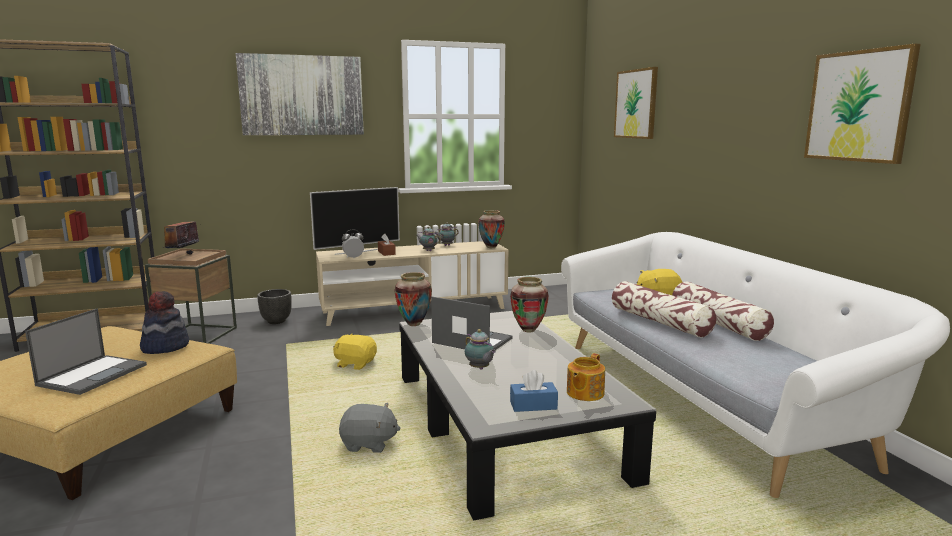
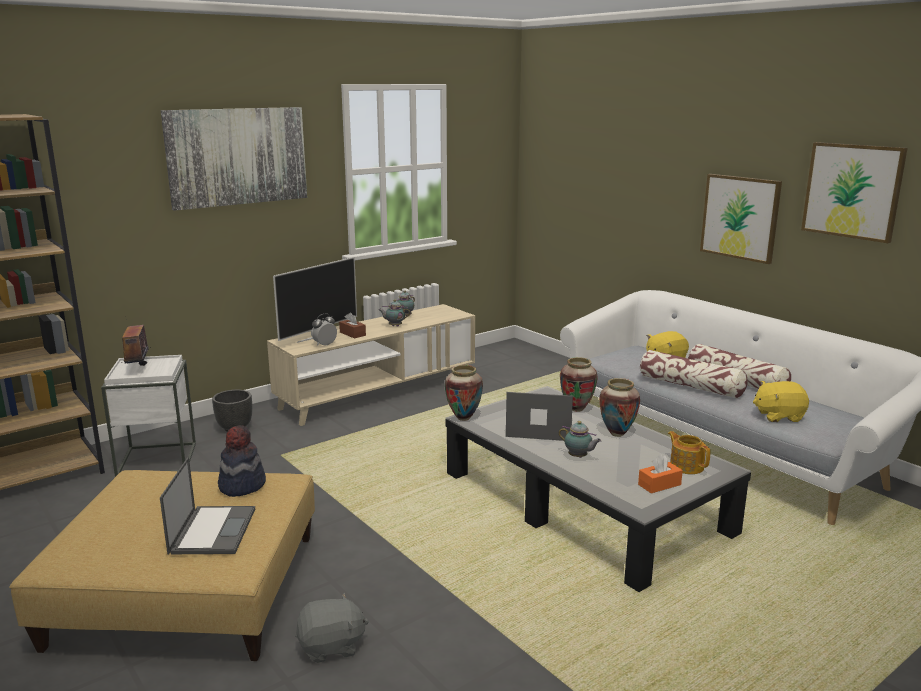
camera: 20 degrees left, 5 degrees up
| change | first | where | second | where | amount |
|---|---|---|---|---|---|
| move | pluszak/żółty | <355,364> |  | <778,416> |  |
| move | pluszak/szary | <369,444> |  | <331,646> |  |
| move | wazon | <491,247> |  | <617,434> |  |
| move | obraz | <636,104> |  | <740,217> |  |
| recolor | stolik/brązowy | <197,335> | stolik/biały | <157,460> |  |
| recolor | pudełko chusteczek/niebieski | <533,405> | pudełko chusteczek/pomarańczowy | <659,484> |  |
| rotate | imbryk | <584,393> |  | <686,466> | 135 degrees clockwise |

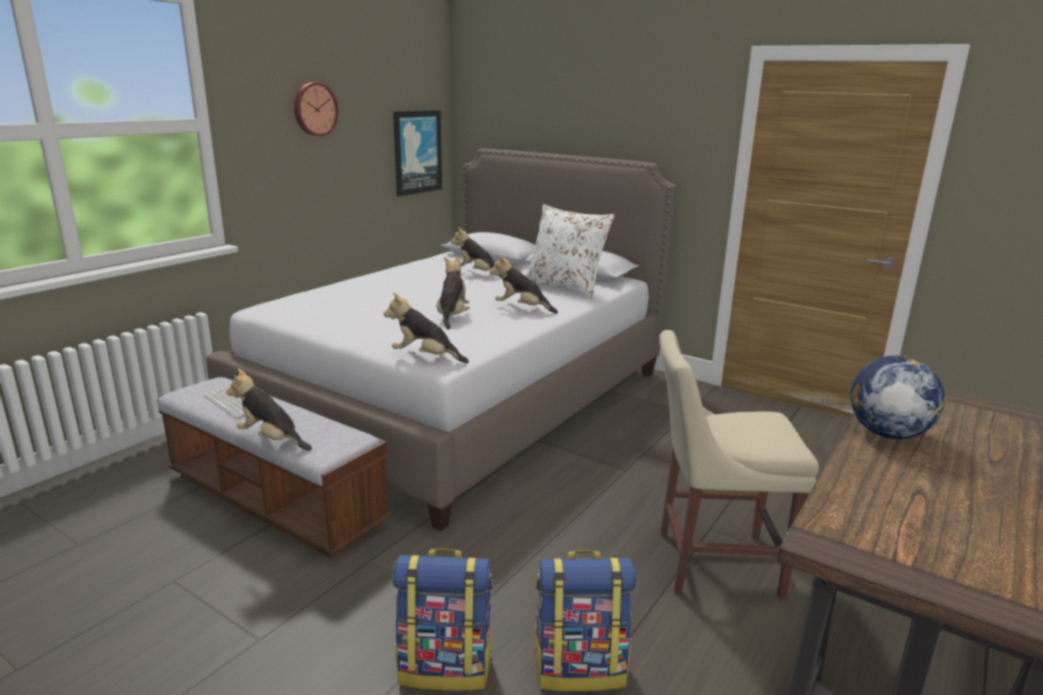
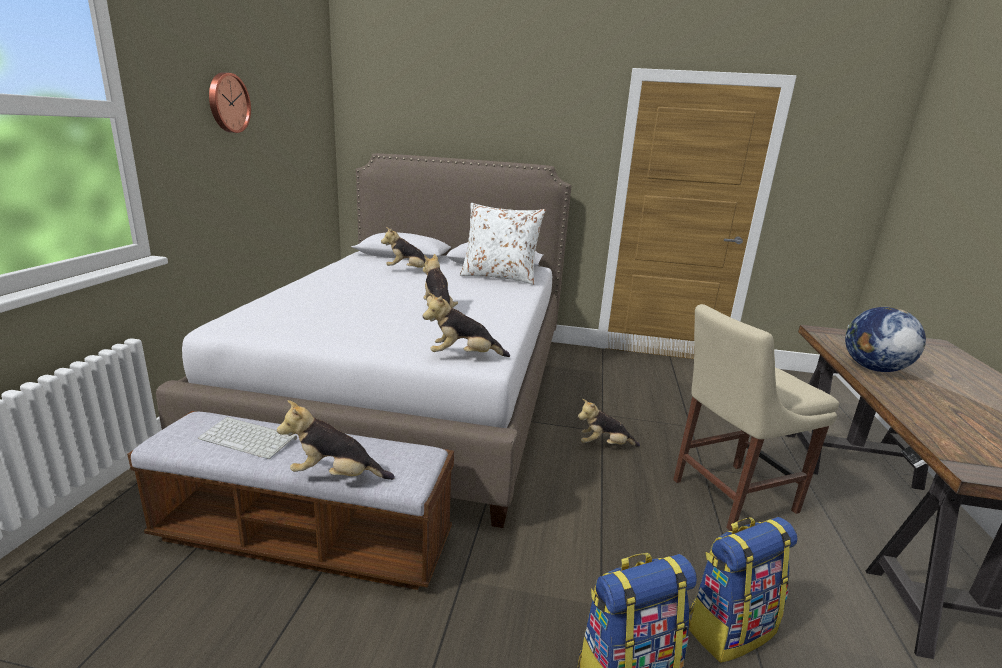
camera: 25 degrees left, 0 degrees up
| change | first | where | second | where | amount |
|---|---|---|---|---|---|
| delete | obraz | <417,152> |  |  |  |
| move | pluszak | <522,308> |  | <604,445> |  |

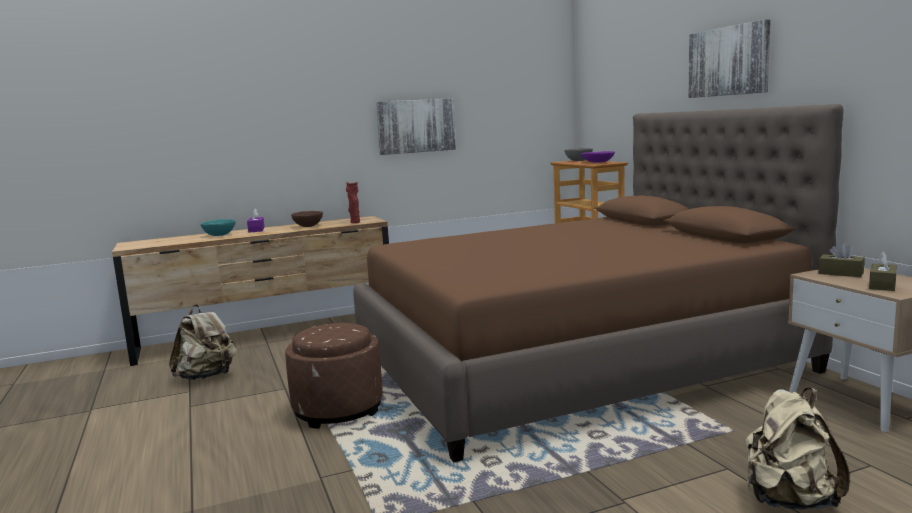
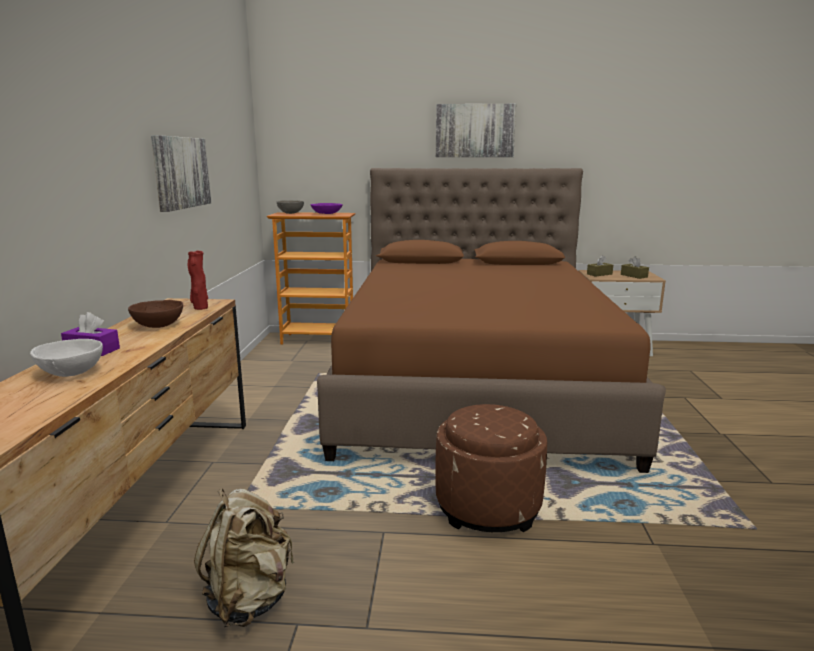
camera: 65 degrees left, 5 degrees up
| change | first | where | second | where | amount |
|---|---|---|---|---|---|
| delete | plecak/beżowy | <788,500> |  |  |  |
| recolor | miska/turkusowy | <219,235> | miska/biały | <71,373> |  |

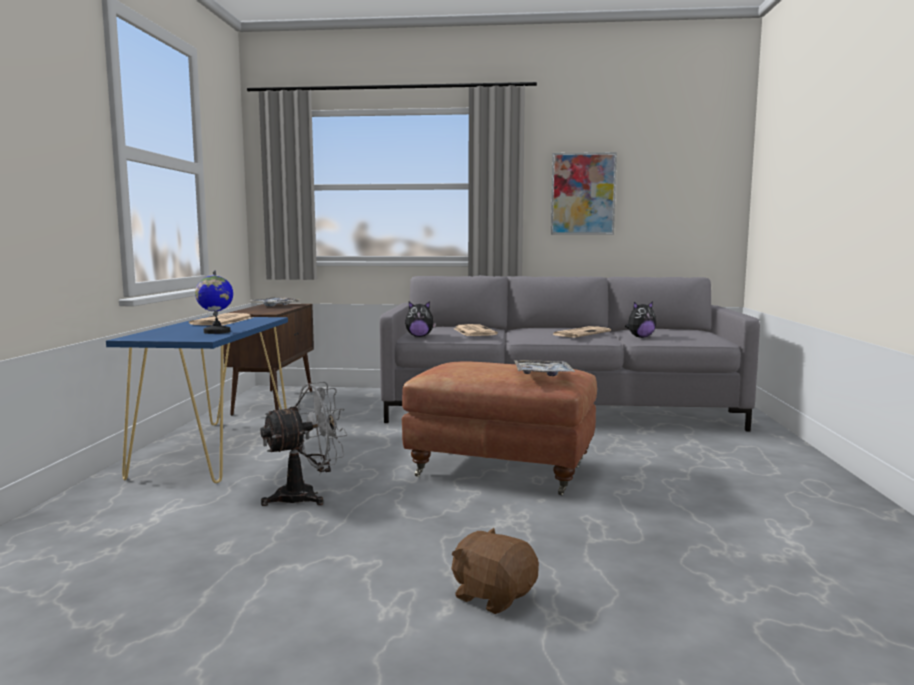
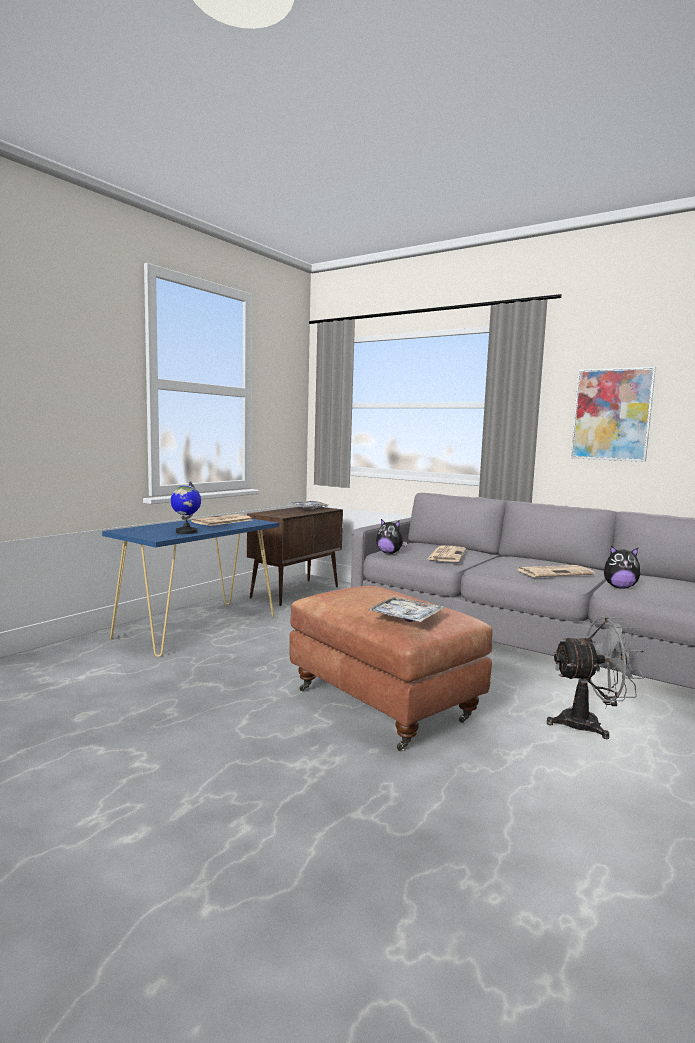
camera: 30 degrees right, 0 degrees up
| change | first | where | second | where | amount |
|---|---|---|---|---|---|
| delete | pluszak/brązowy | <493,595> |  |  |  |
| move | wentylator/szary | <306,496> |  | <589,724> |  |

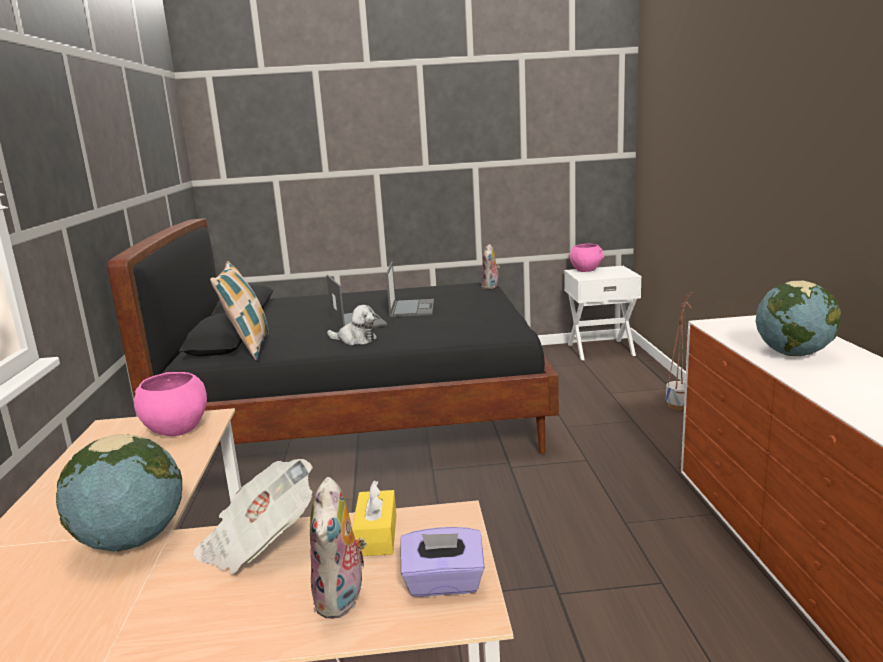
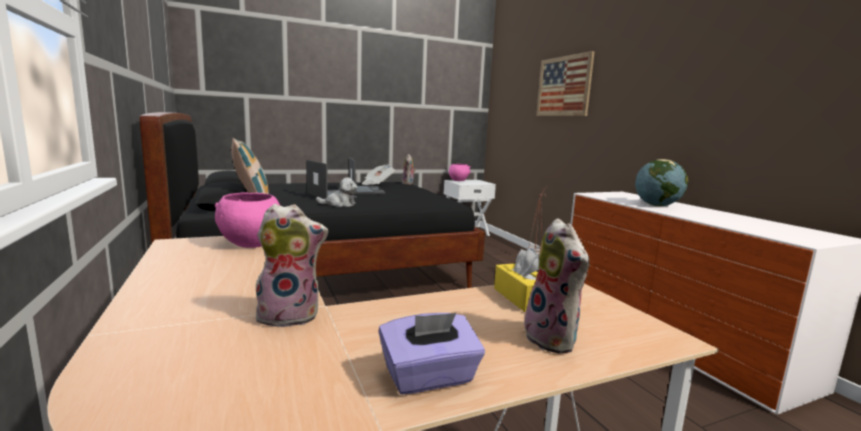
camera: 20 degrees left, 5 degrees down
| change | first | where | second | where | amount |
|---|---|---|---|---|---|
| insert |  |  | obraz | <563,86> |  |
| move | gazeta | <258,542> |  | <377,183> |  |
| move | pudełko chusteczek/fioletowy | <443,584> |  | <429,377> |  |
| replace | globus | <131,540> | pluszak | <290,315> |  |

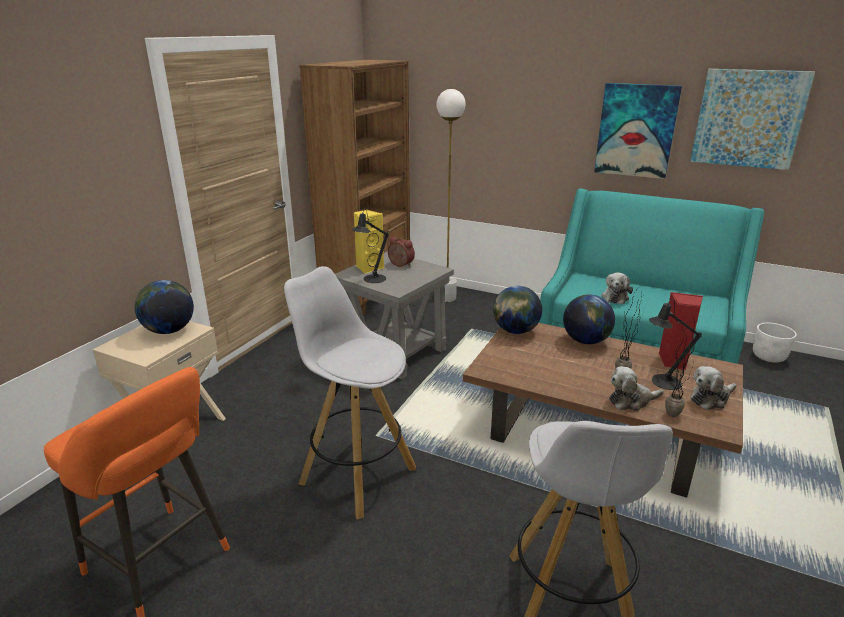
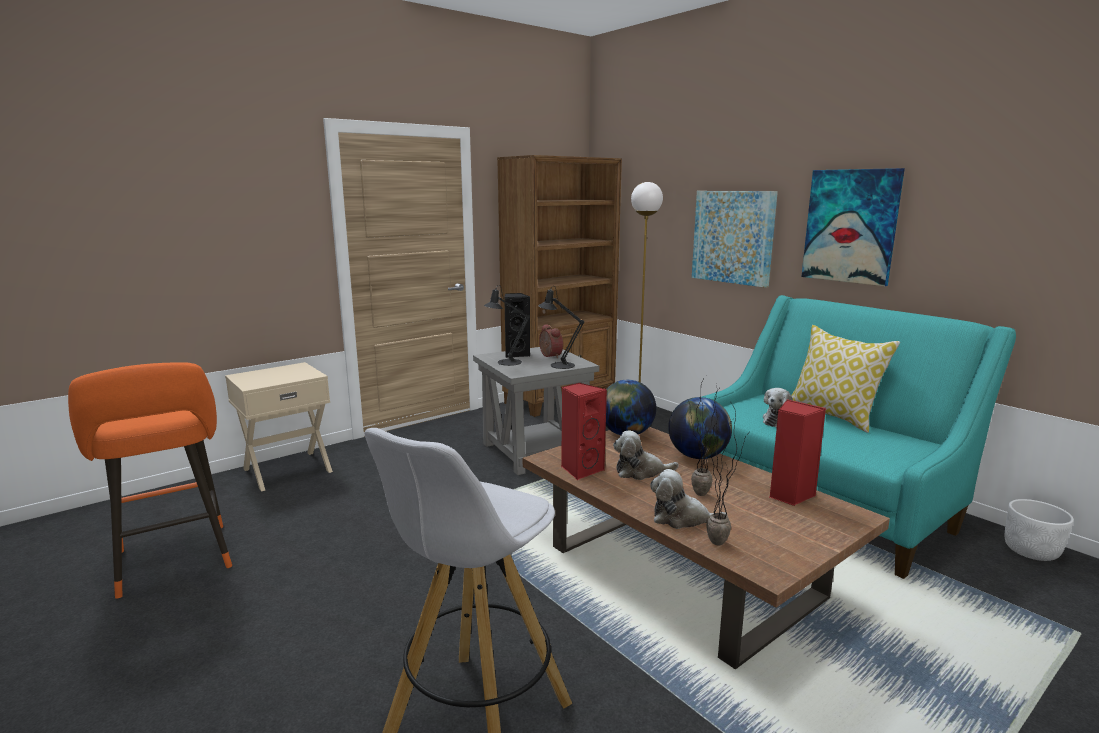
camera: 25 degrees right, 10 degrees down
| change | first | where | second | where | amount |
|---|---|---|---|---|---|
| delete | globus | <169,330> |  |  |  |
| delete | stołek/biały | <356,475> |  |  |  |
| insert |  |  | głośnik/czerwony | <581,469> |  |
| insert |  |  | poduszka | <833,416> |  |
| move | lampa stołowa/czarny | <662,382> |  | <559,365> |  |
| move | obraz | <748,118> |  | <733,237> |  |
| move | pluszak | <710,399> |  | <640,472> |  |
| recolor | głośnik/żółty | <369,268> | głośnik/czarny | <516,354> |  |

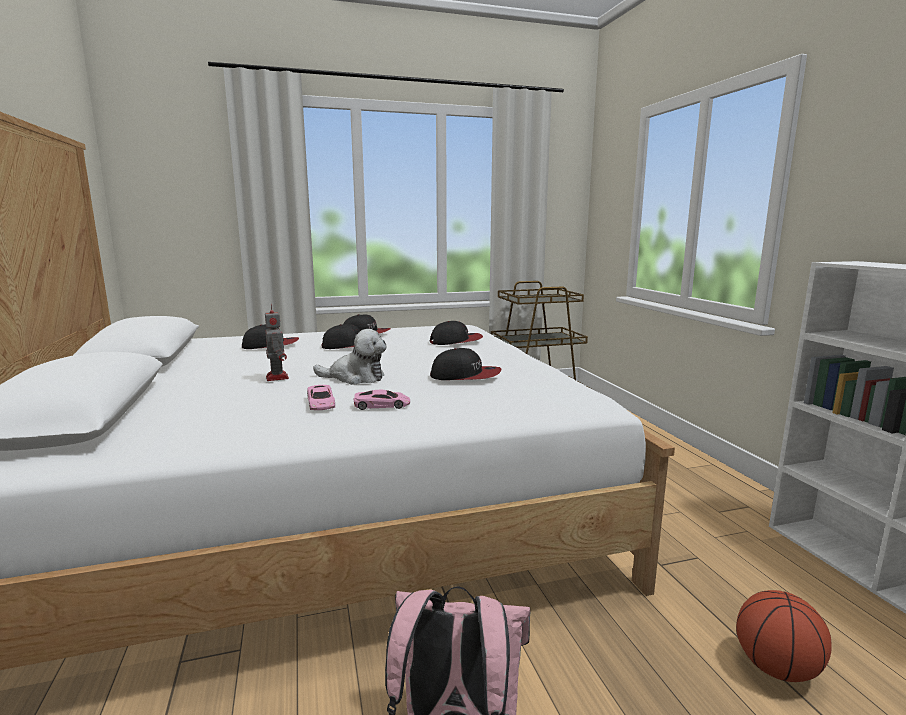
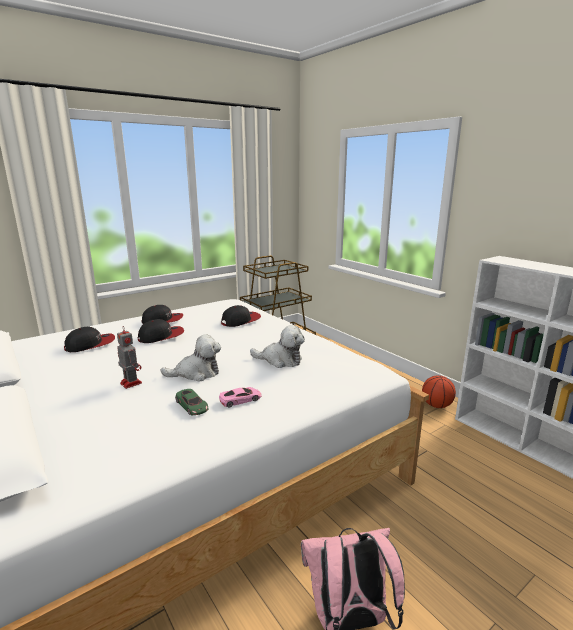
camera: 20 degrees left, 5 degrees up
| change | first | where | second | where | amount |
|---|---|---|---|---|---|
| move | piłka do koszykówki | <775,668> |  | <436,405> |  |
| replace | czapka z daszkiem | <466,376> | pluszak | <280,360> |  |
| recolor | samochodzik/różowy | <321,403> | samochodzik/zielony | <192,405> |  |

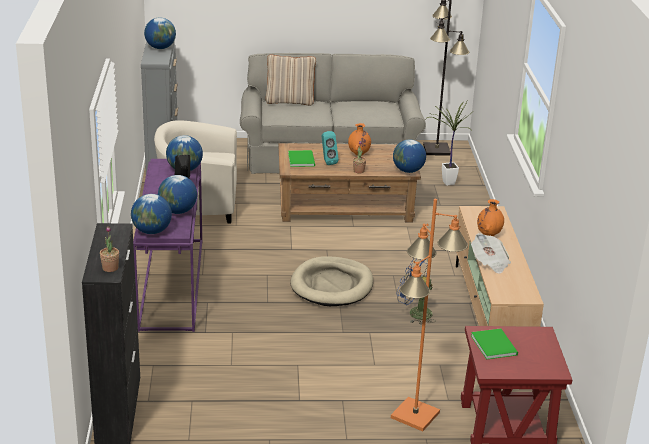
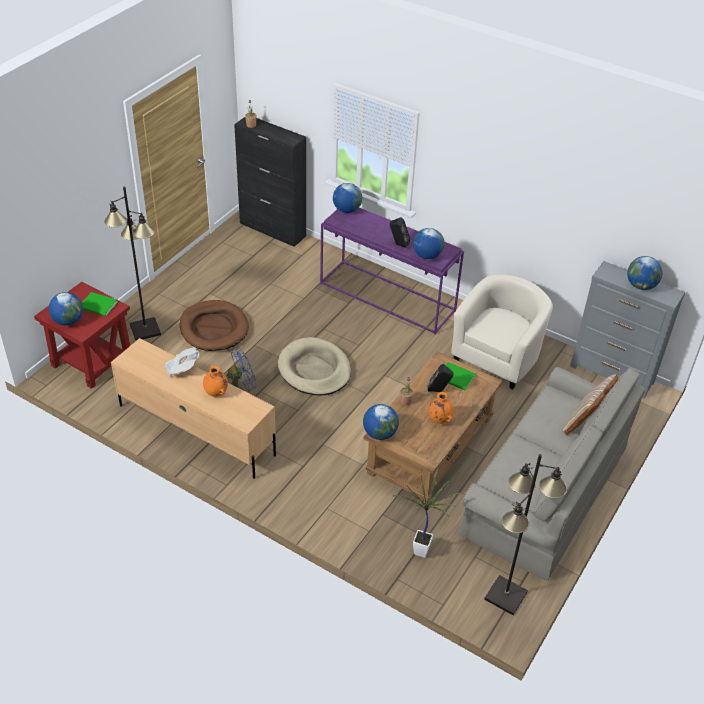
camera: 125 degrees right, 15 degrees up
| change | first | where | second | where | amount |
|---|---|---|---|---|---|
| insert |  |  | legowisko/brązowy | <214,328> |  |
| move | globus | <177,211> |  | <68,321> |  |
| recolor | głośnik/turkusowy | <327,162> | głośnik/czarny | <438,391> |  |
| recolor | lampa stojąca/pomarańczowy | <415,415> | lampa stojąca/czarny | <145,329> |  |

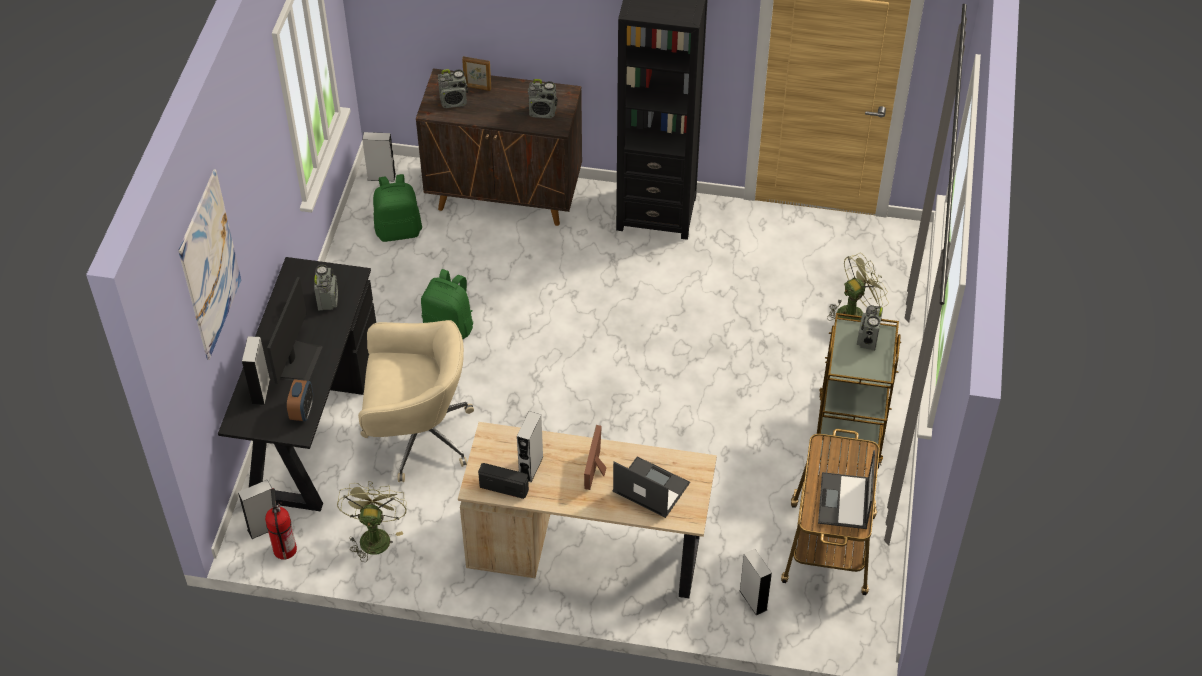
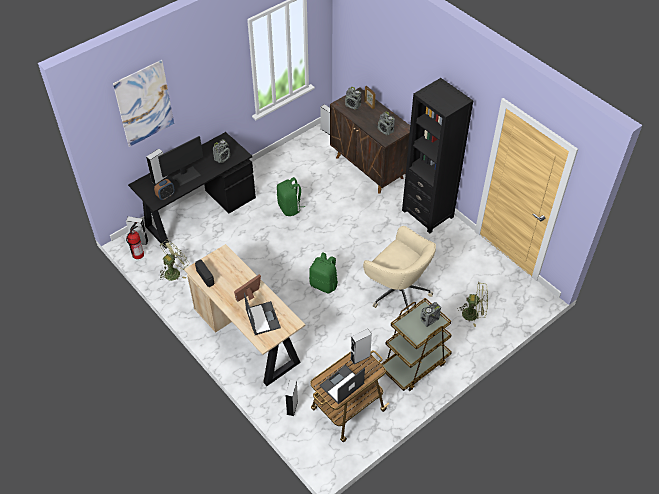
camera: 40 degrees right, 0 degrees up
| change | first | where | second | where | amount |
|---|---|---|---|---|---|
| move | krzesło biurowe/beżowy | <417,436> |  | <398,291> |  |
| move | plecak/zielony | <399,230> |  | <324,284> |  |
| move | głośnik/szary | <531,467> |  | <360,357> |  |

